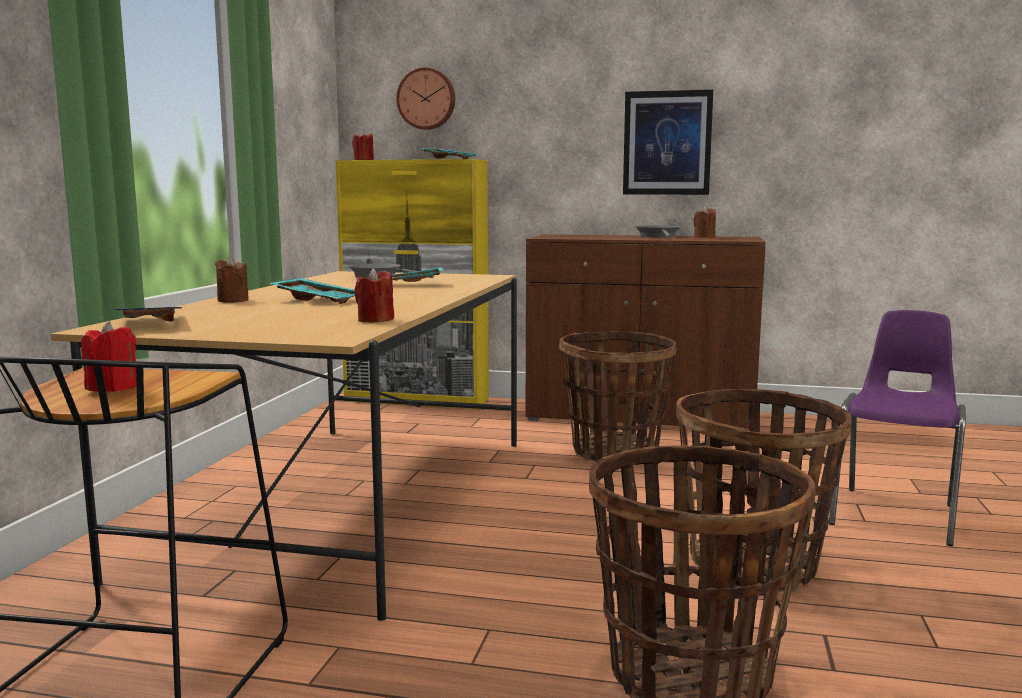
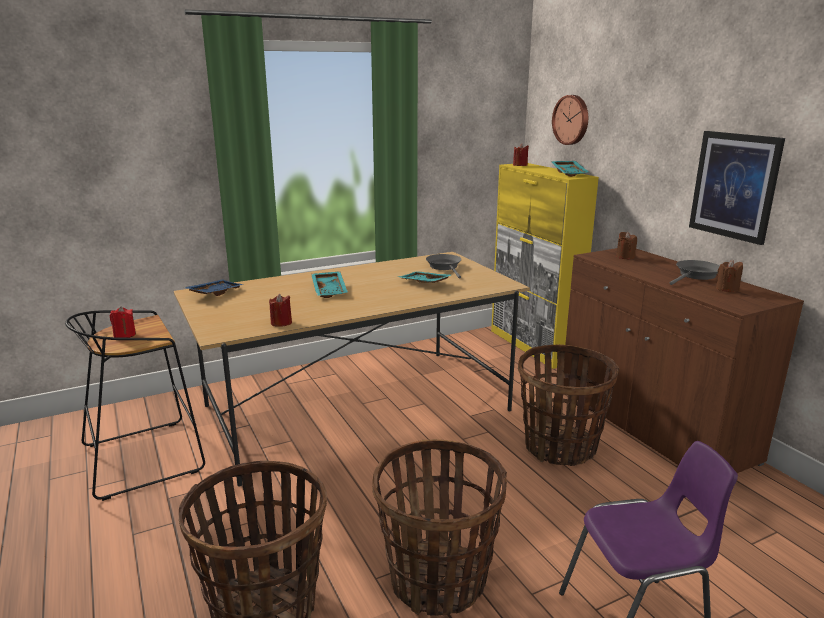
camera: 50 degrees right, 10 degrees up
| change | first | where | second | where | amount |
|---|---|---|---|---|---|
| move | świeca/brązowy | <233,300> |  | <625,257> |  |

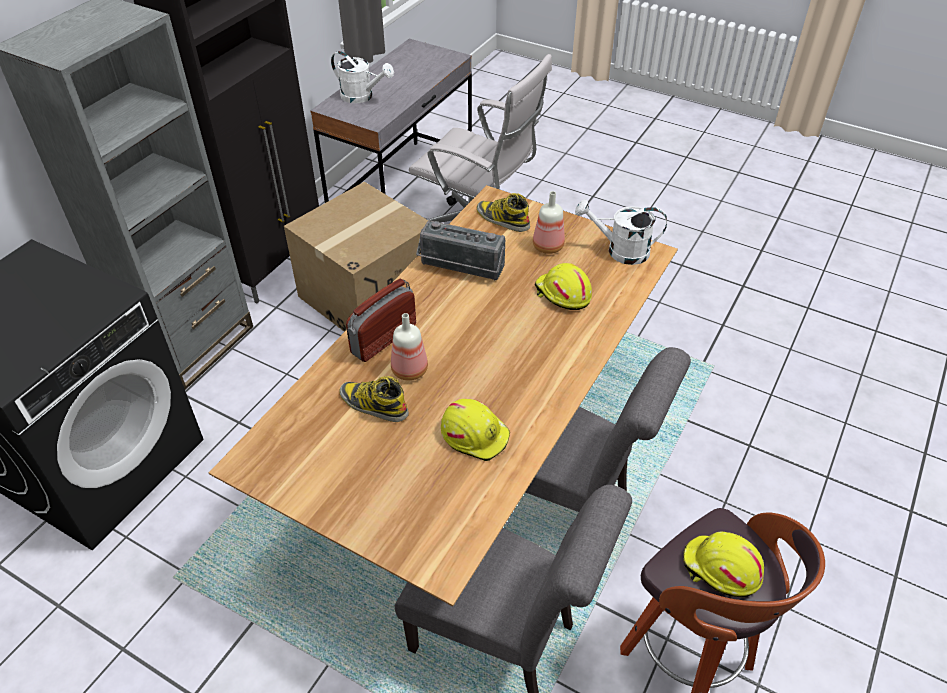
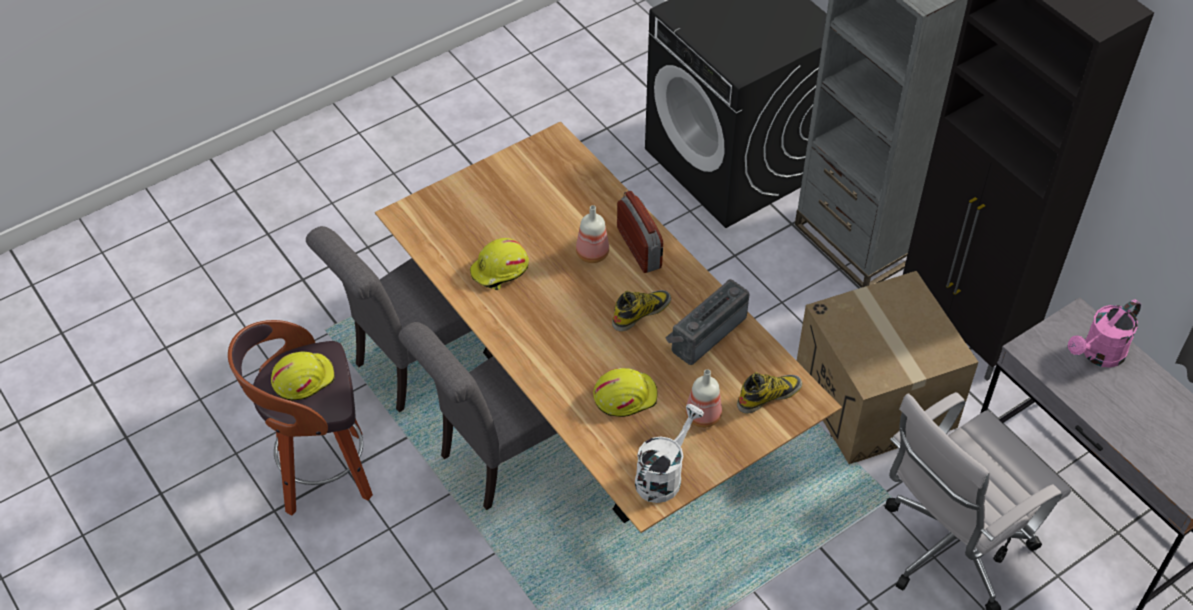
camera: 115 degrees right, 5 degrees up
| change | first | where | second | where | amount |
|---|---|---|---|---|---|
| move | but z cholewką | <373,405> |  | <641,312> |  |
| recolor | konewka/biały | <362,97> | konewka/różowy | <1098,355> |  |

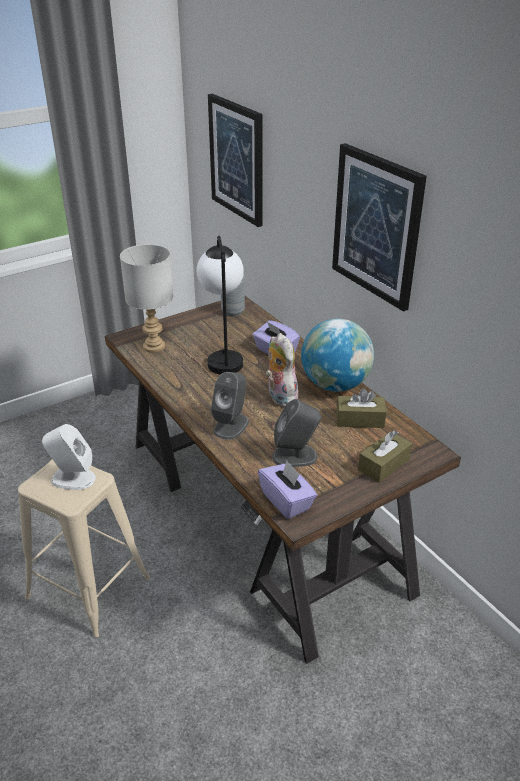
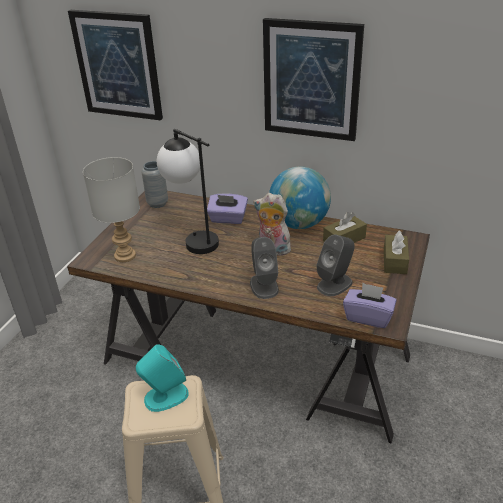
camera: 35 degrees left, 0 degrees up
| change | first | where | second | where | amount |
|---|---|---|---|---|---|
| recolor | głośnik/biały | <72,478> | głośnik/turkusowy | <165,397> |  |

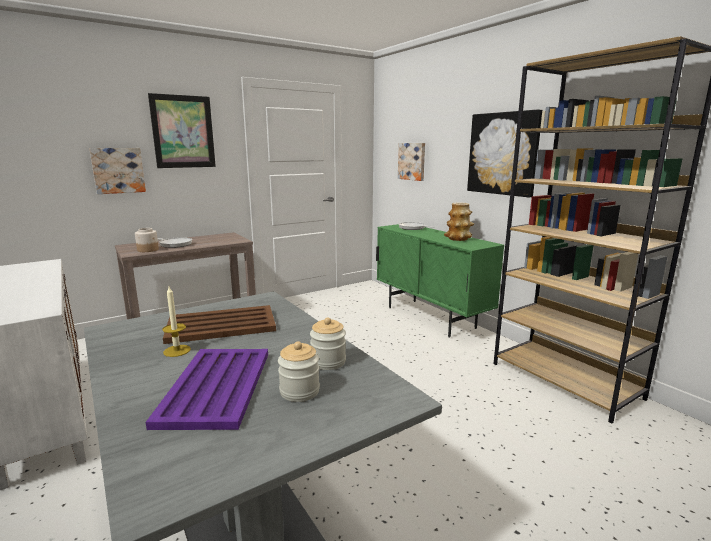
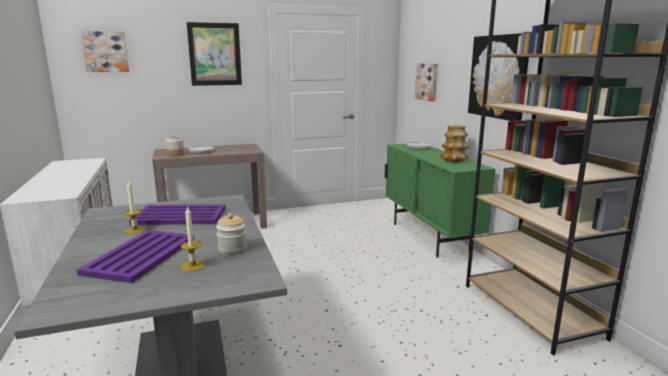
camera: 15 degrees right, 0 degrees up
| change | first | where | second | where | amount |
|---|---|---|---|---|---|
| move | obraz | <118,170> |  | <105,51> |  |
| replace | słoik | <299,391> | świeca | <193,266> |  |
| recolor | taca/brązowy | <223,325> | taca/fioletowy | <181,216> |  |

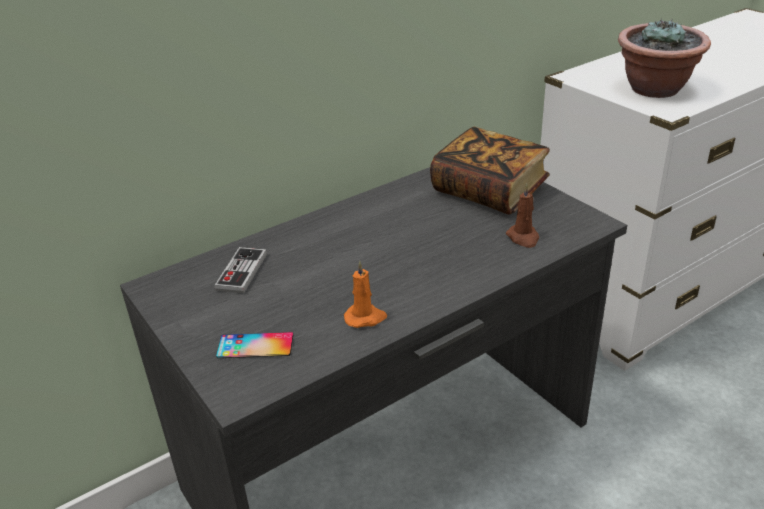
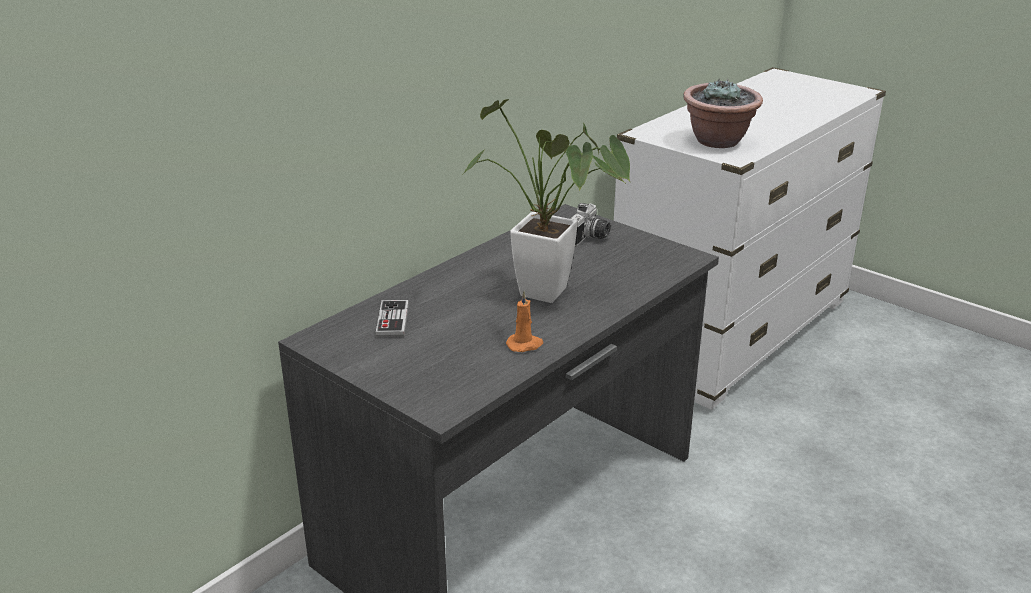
camera: 15 degrees left, 5 degrees down
| change | first | where | second | where | amount |
|---|---|---|---|---|---|
| delete | telefon | <255,346> |  |  |  |
| delete | świeca/brązowy | <523,238> |  |  |  |
| insert |  |  | roślina doniczkowa | <553,295> |  |
| replace | książka | <489,191> | aparat fotograficzny | <590,238> |  |

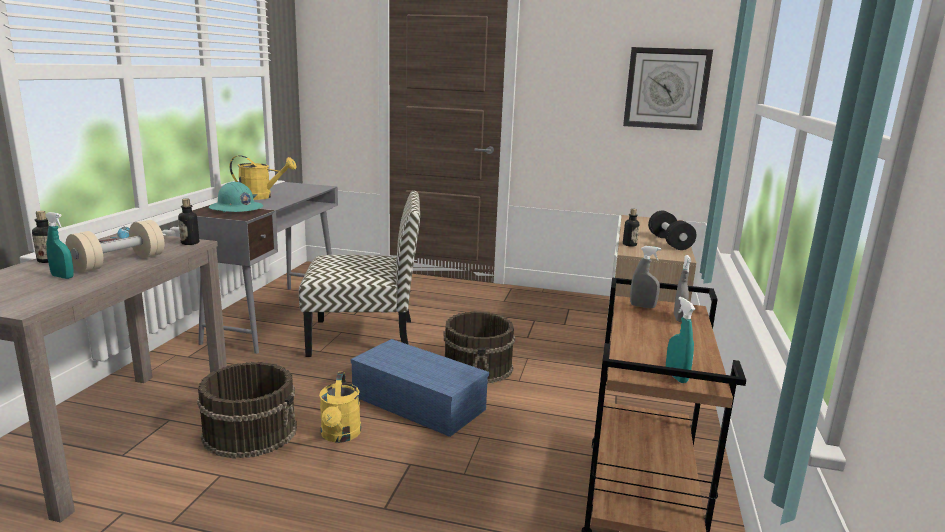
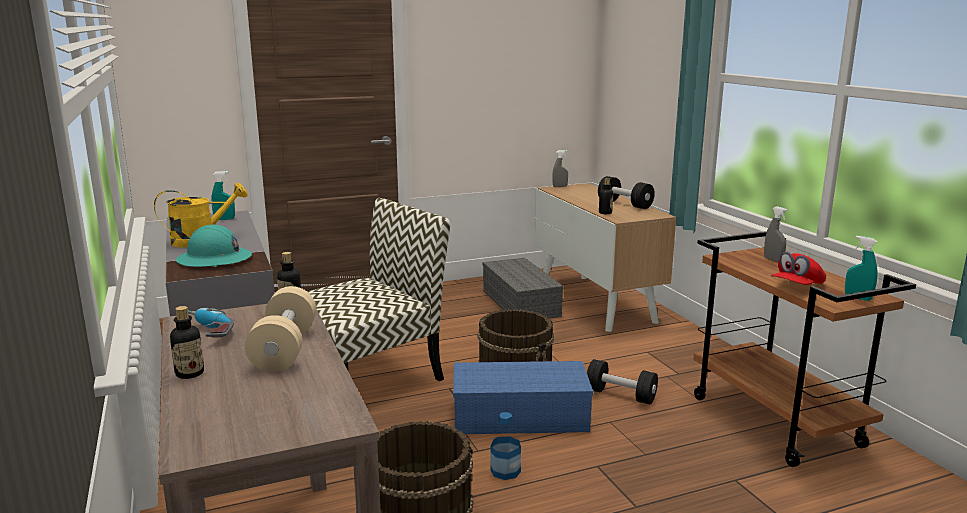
camera: 35 degrees left, 0 degrees up
| change | first | where | second | where | amount |
|---|---|---|---|---|---|
| delete | zegar ścienny | <666,88> |  |  |  |
| insert |  |  | pojemnik do przechowywania/szary | <522,303> |  |
| insert |  |  | hantel/czarny | <620,395> |  |
| insert |  |  | czapka z daszkiem/czerwony | <797,286> |  |
| move | spryskiwacz/turkusowy | <62,277> |  | <224,219> |  |
| move | spryskiwacz/szary | <642,306> |  | <560,186> |  |
| replace | konewka/żółty | <340,436> | butelka | <505,471> |  |

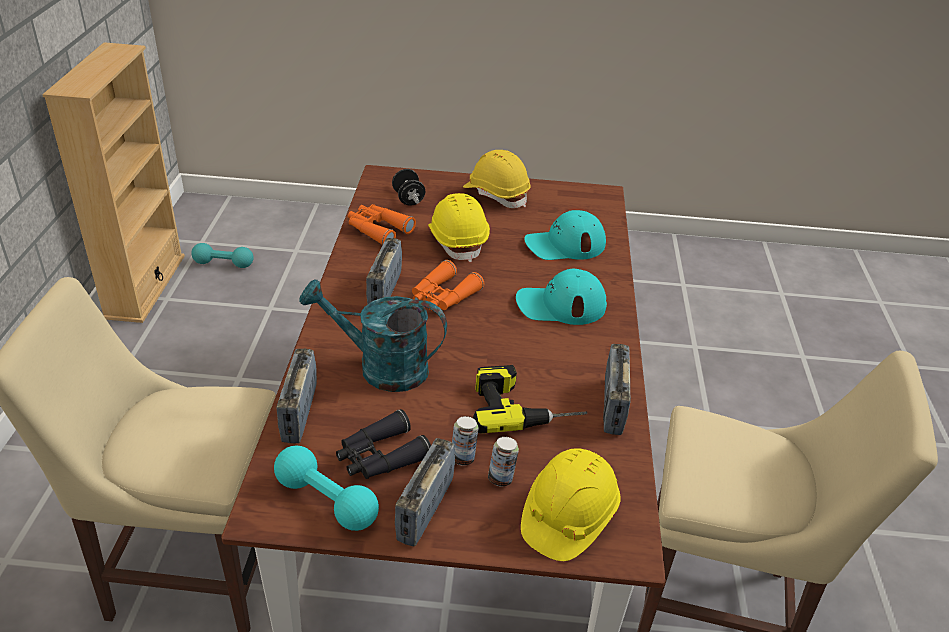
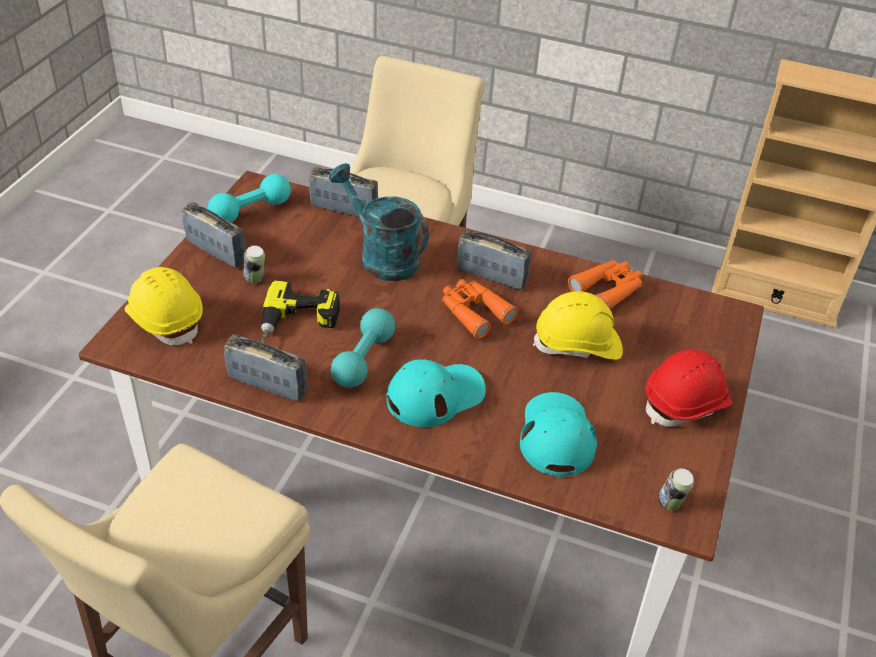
camera: 105 degrees right, 5 degrees up
| change | first | where | second | where | amount |
|---|---|---|---|---|---|
| delete | lornetka/czarny | <380,457> |  |  |  |
| delete | hantel/czarny | <408,199> |  |  |  |
| move | hantel/turkusowy | <223,264> |  | <363,359> |  |
| move | puszka | <501,479> |  | <670,504> |  |
| recolor | kask/żółty | <496,194> | kask/czerwony | <686,403> |  |
| rotate | konewka/turkusowy | <381,367> |  | <381,256> | 75 degrees counterclockwise |
| rotate | czapka z daszkiem/turkusowy | <560,305> |  | <435,395> | 45 degrees clockwise |

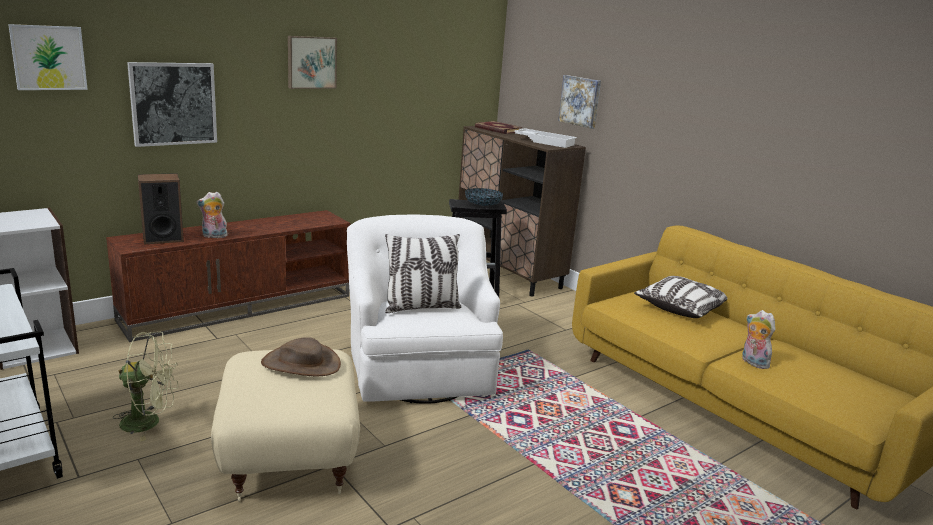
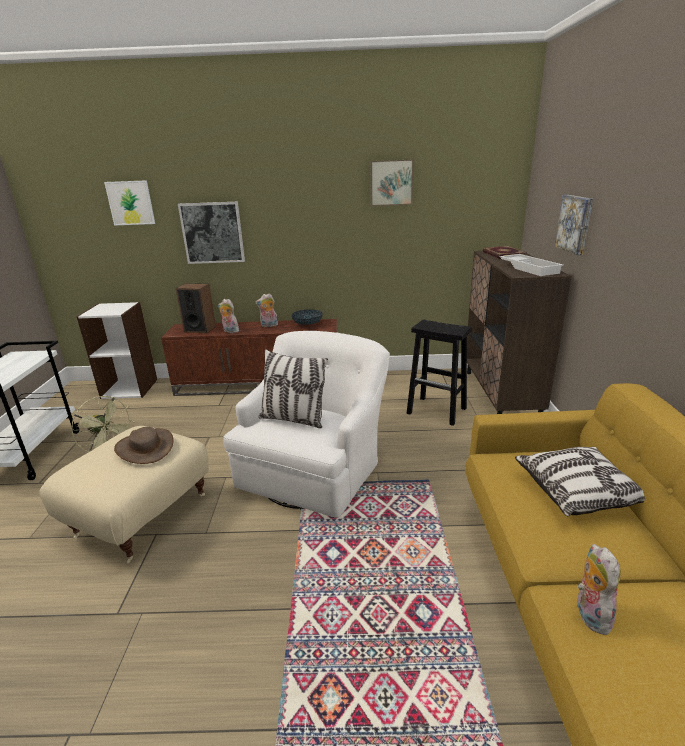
camera: 40 degrees right, 5 degrees up
| change | first | where | second | where | amount |
|---|---|---|---|---|---|
| insert |  |  | pluszak | <269,326> |  |
| move | obraz | <311,62> |  | <391,182> |  |
| move | miska | <482,206> |  | <307,324> |  |

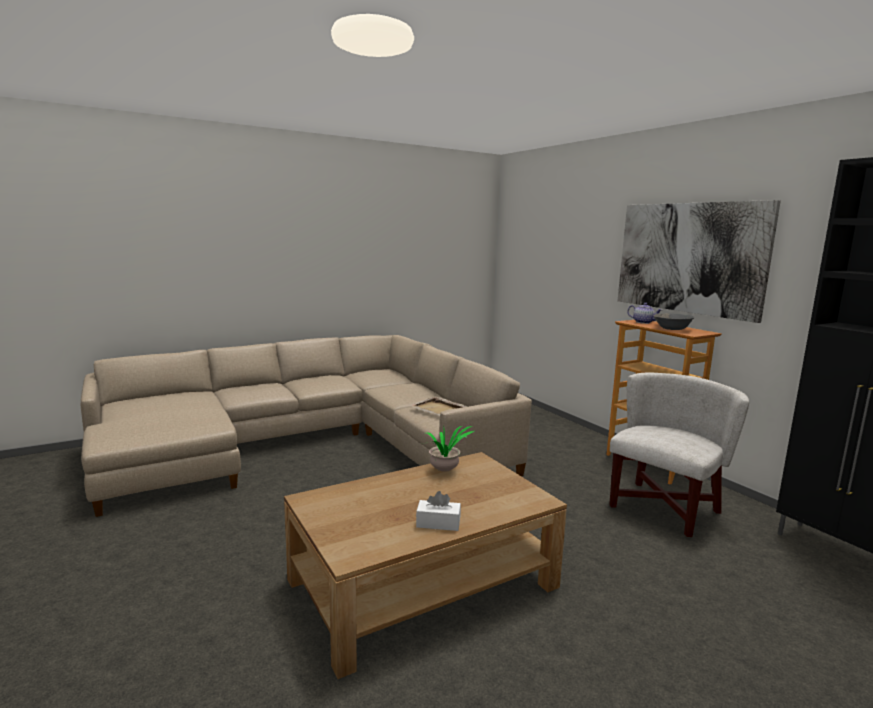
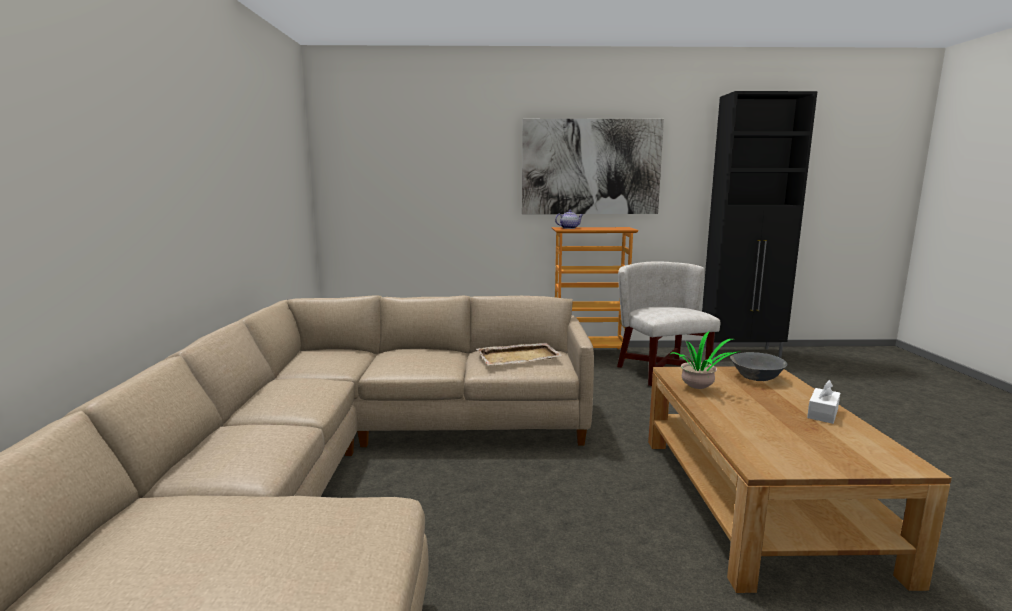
camera: 60 degrees left, 0 degrees up
| change | first | where | second | where | amount |
|---|---|---|---|---|---|
| move | miska/szary | <672,329> |  | <756,377> |  |

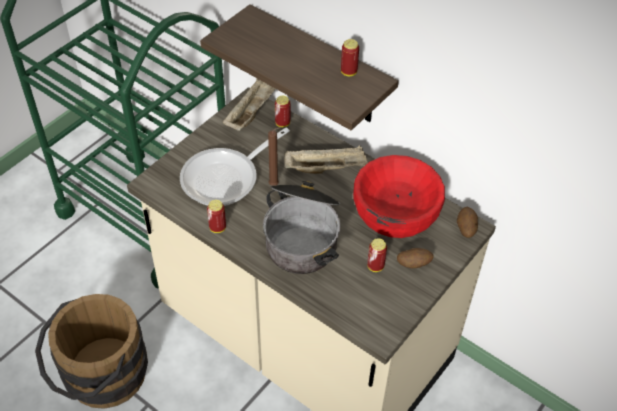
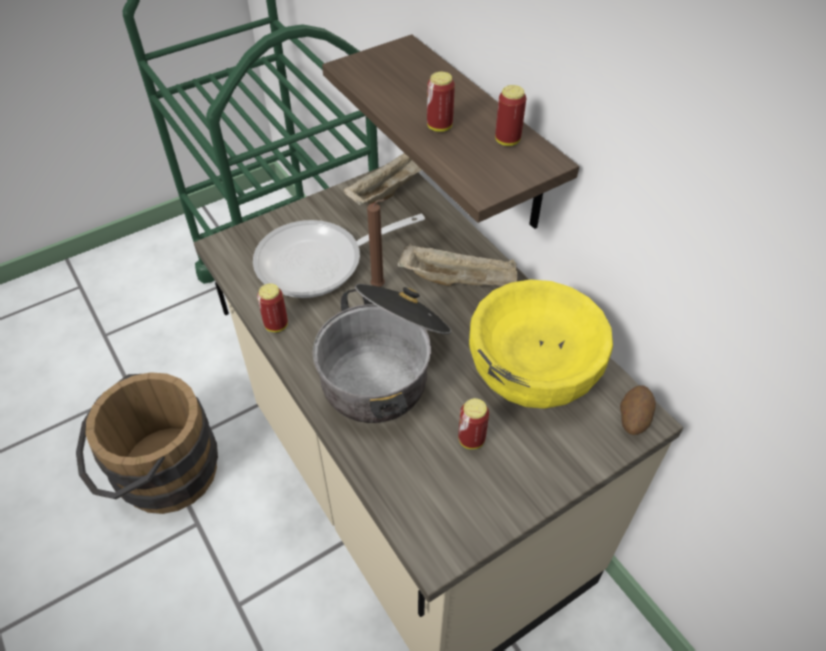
camera: 20 degrees right, 0 degrees up
| change | first | where | second | where | amount |
|---|---|---|---|---|---|
| delete | ziemniak | <413,264> |  |  |  |
| move | puszka | <282,123> |  | <439,127> |  |
| recolor | miska/czerwony | <396,213> | miska/żółty | <534,367> |  |

